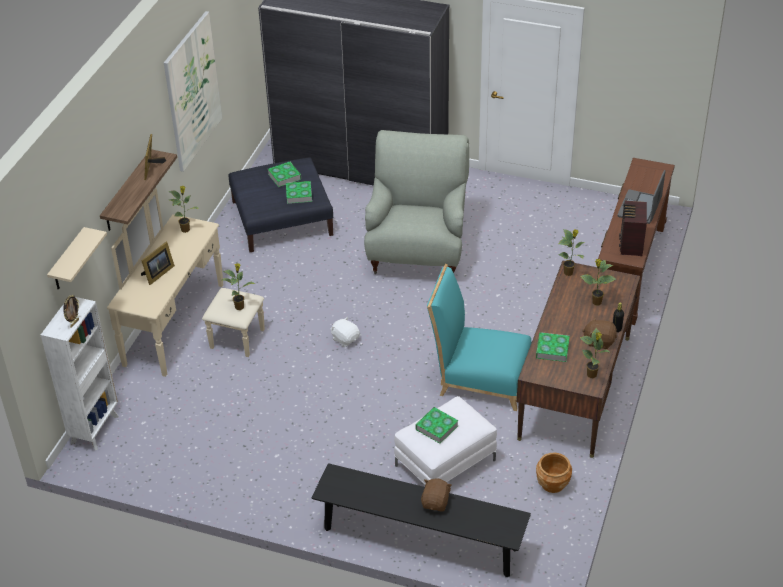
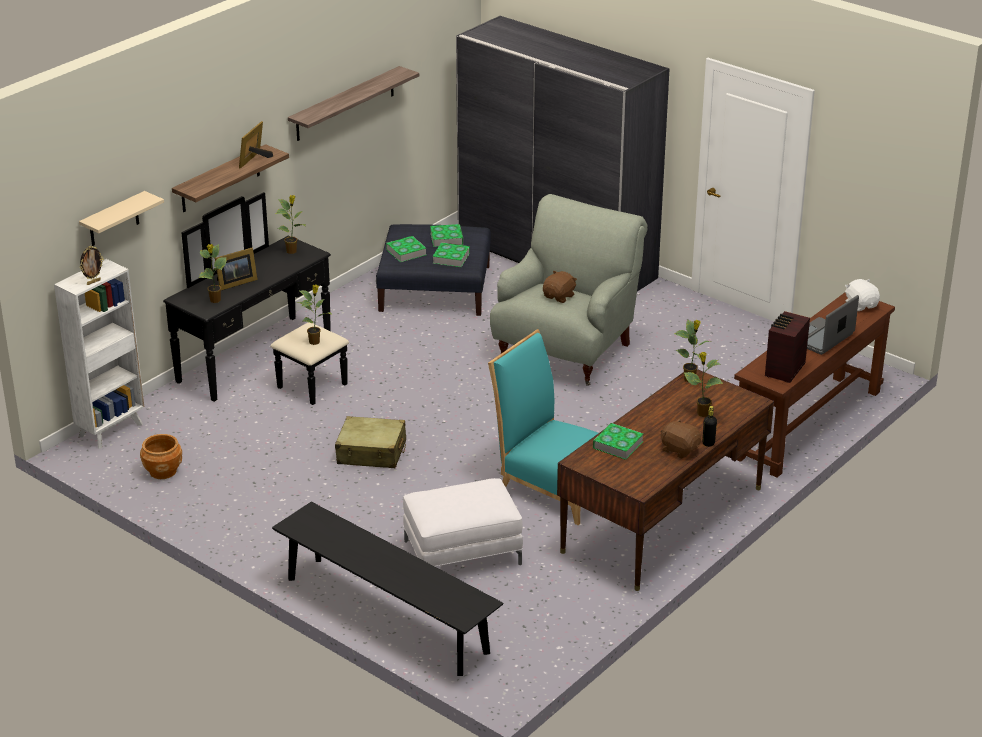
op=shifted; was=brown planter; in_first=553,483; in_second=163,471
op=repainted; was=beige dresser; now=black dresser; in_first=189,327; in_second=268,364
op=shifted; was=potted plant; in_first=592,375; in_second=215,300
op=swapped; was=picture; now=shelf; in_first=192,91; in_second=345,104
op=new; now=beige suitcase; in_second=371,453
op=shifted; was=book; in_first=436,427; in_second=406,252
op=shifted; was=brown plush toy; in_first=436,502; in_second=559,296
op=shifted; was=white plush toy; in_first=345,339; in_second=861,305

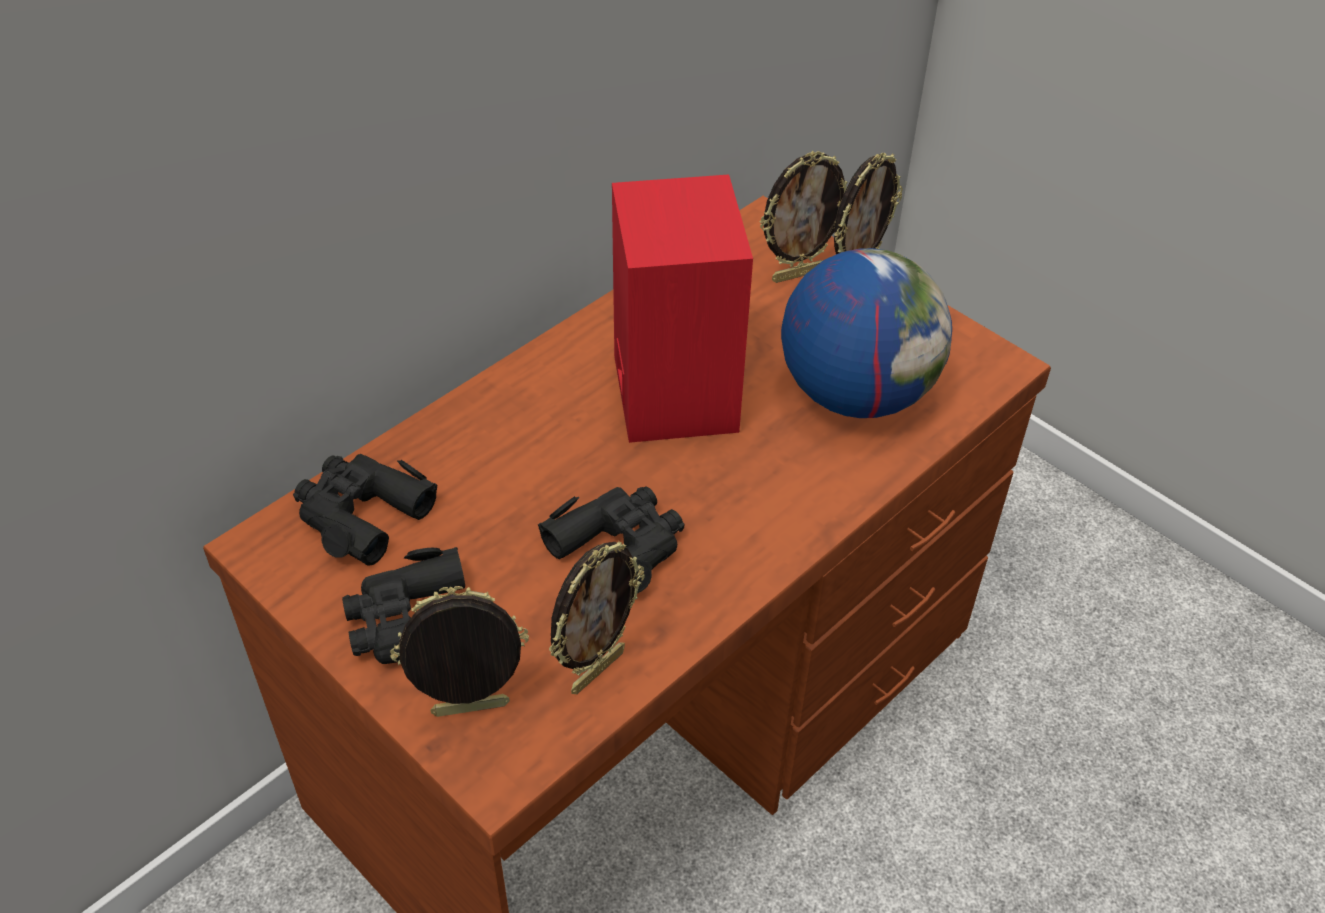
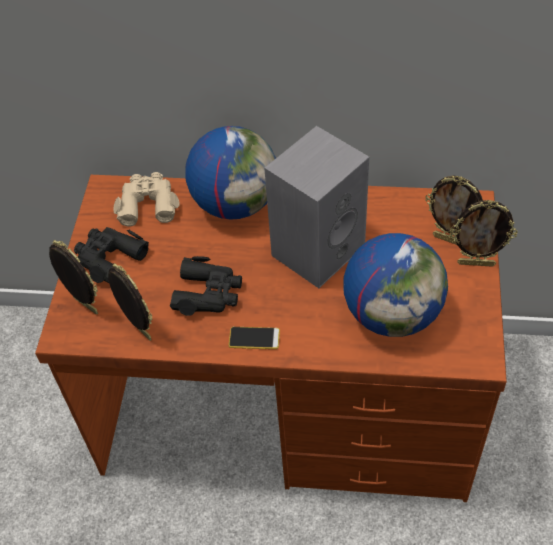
op=rotated; was=picture frame; in_first=596,670; in_second=138,330; clockwise=-135
op=repainted; was=black binoculars; now=beige binoculars; in_first=361,513; in_second=147,204
op=new; now=globe; in_second=235,203
op=new; now=phone; in_second=254,338
op=repainted; was=red speaker; now=grey speaker; in_first=671,391; in_second=318,248

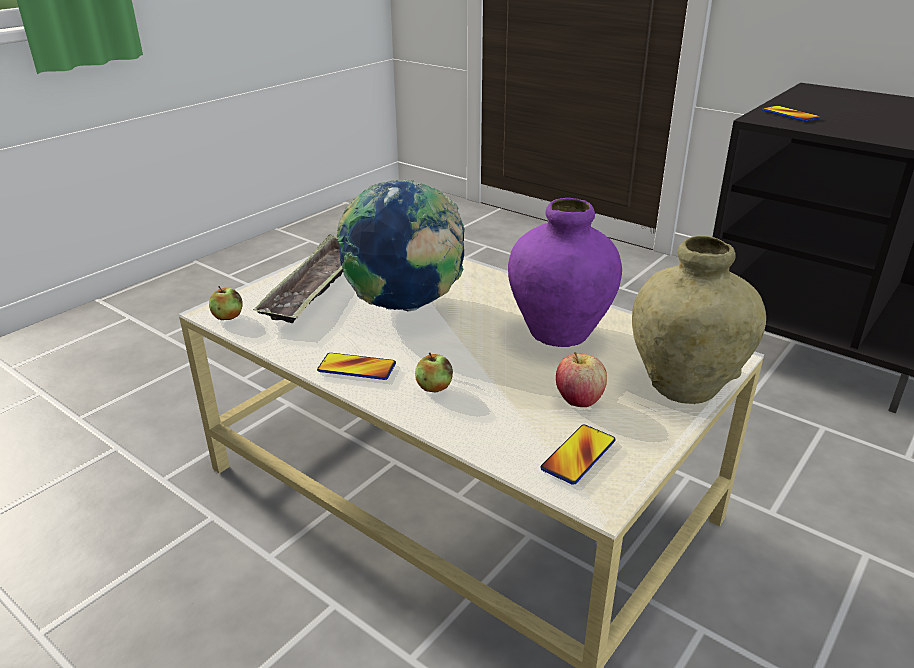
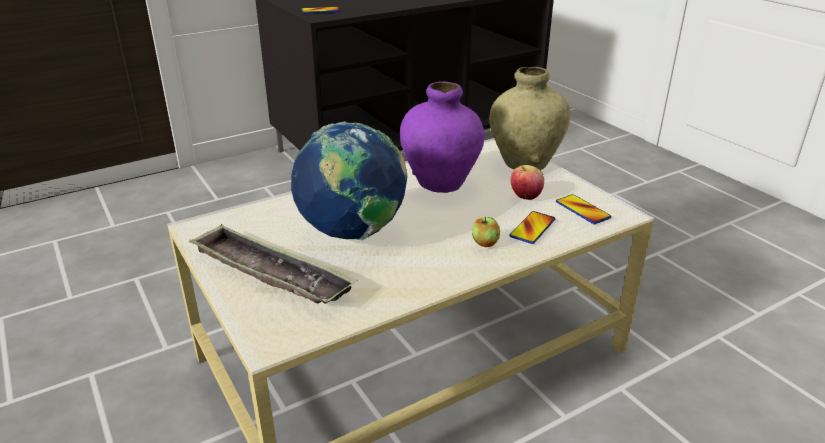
op=shifted; was=phone; in_first=357,368; in_second=532,228
op=gone; was=apple; in_first=228,316

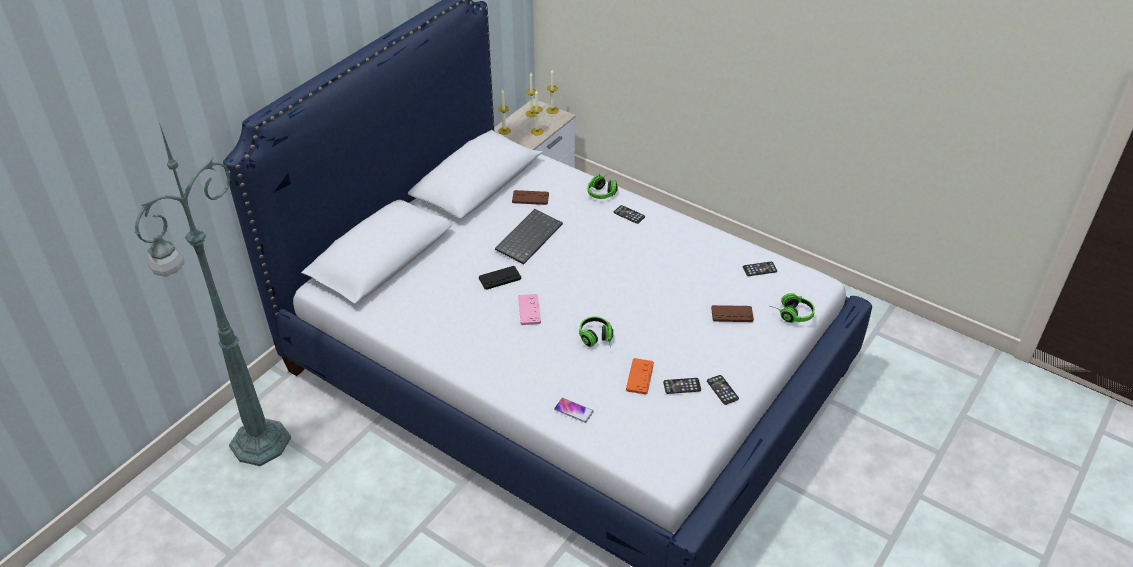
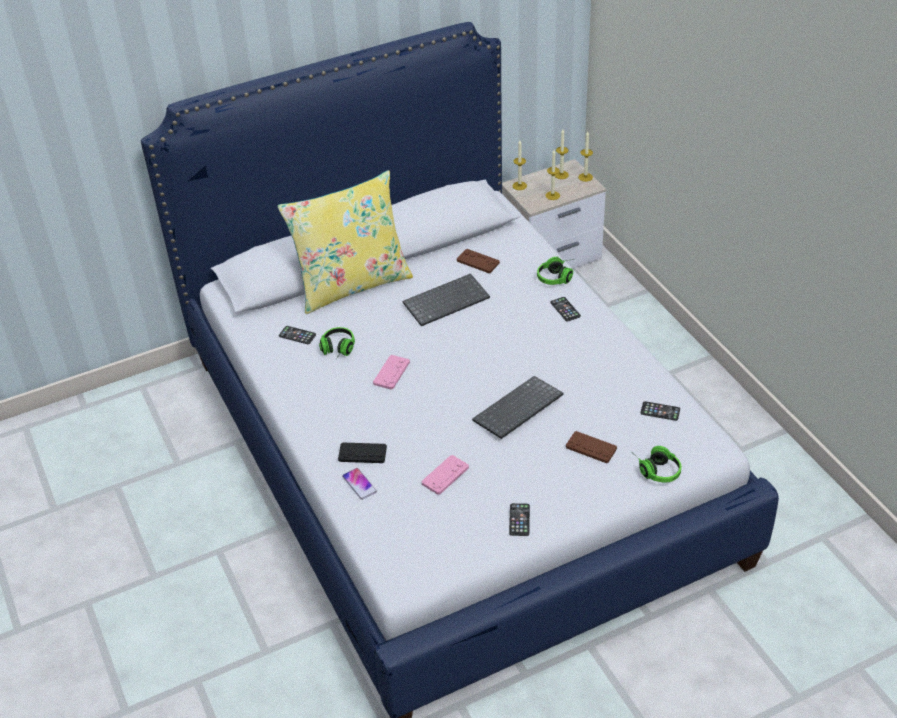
op=new; now=yellow pillow; in_second=352,284
op=shifted; was=phone; in_first=682,386; in_second=297,335
op=shifted; was=headphones; in_first=597,340; in_second=337,351
op=shifted; was=black game controller; in_first=500,278; in_second=362,453
op=repainted; was=orange game controller; now=pink game controller; in_first=639,377; in_second=445,475
op=new; now=keyboard; in_second=518,410
op=gone; was=green floor lamp; in_first=257,444

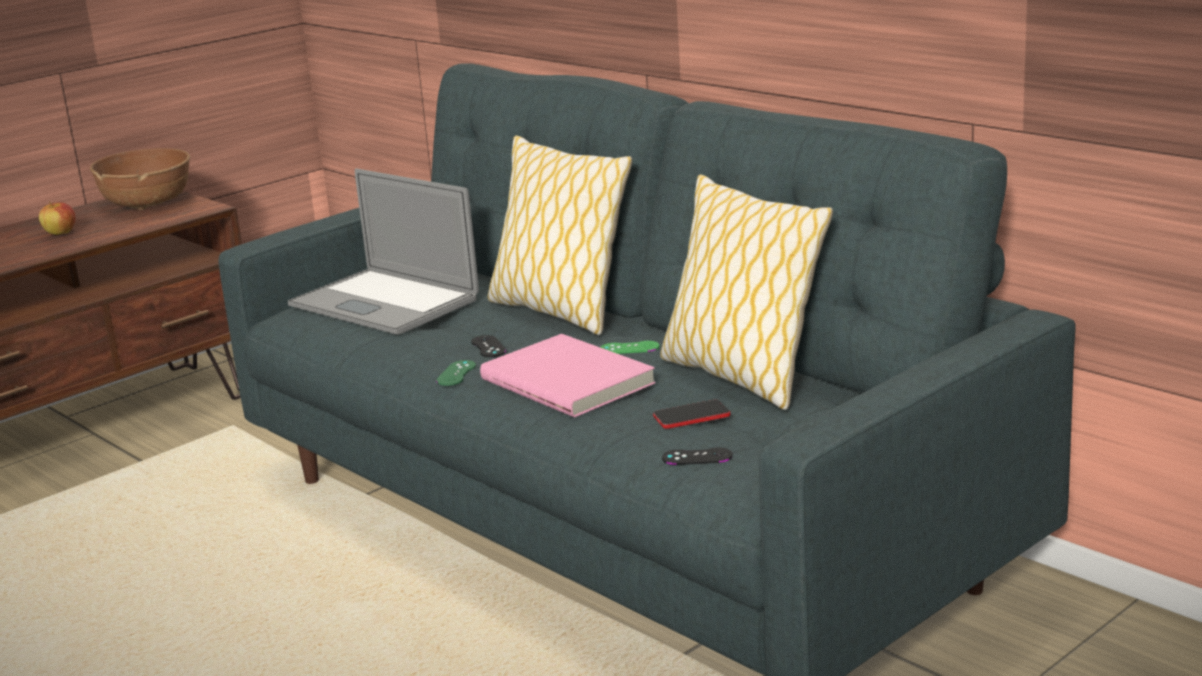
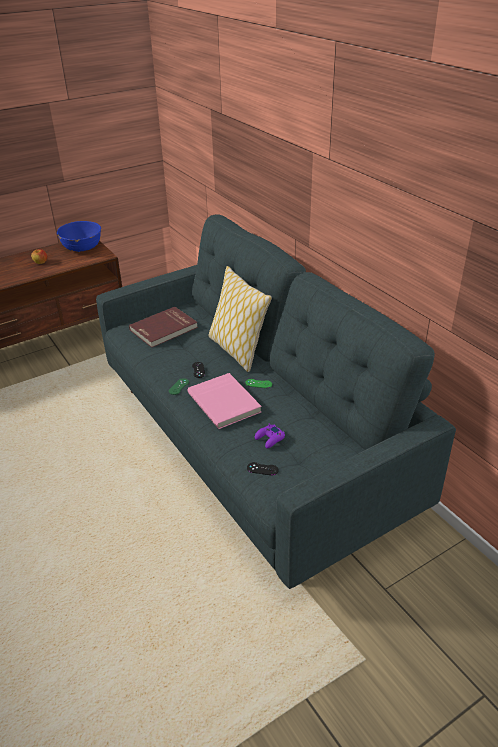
op=repainted; was=brown bowl; now=blue bowl; in_first=148,204; in_second=82,248
op=swapped; was=laptop; now=red book; in_first=384,302; in_second=164,329
op=swapped; was=phone; now=purple game controller; in_first=691,416; in_second=269,439
op=gone; was=pillow; in_first=741,376

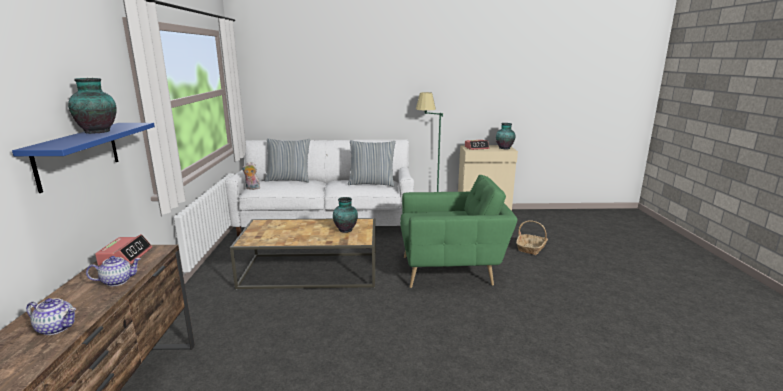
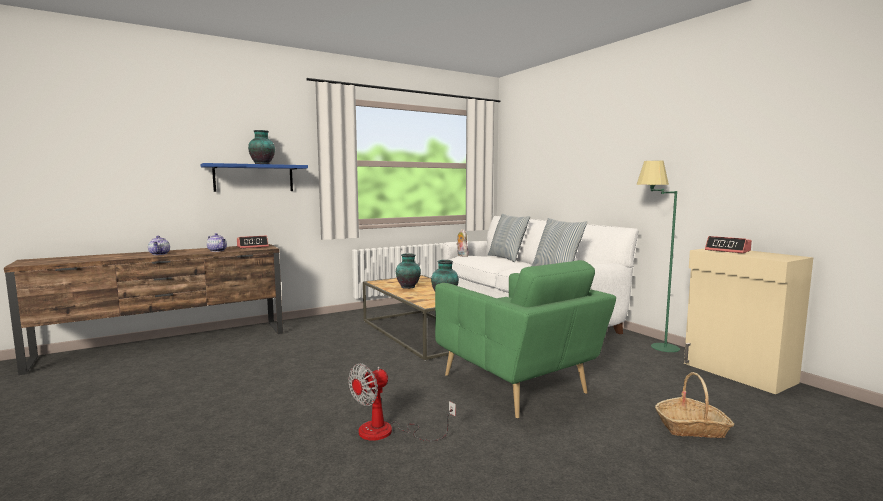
op=new; now=fan; in_second=388,432
op=shifted; was=vase; in_first=504,148; in_second=408,287

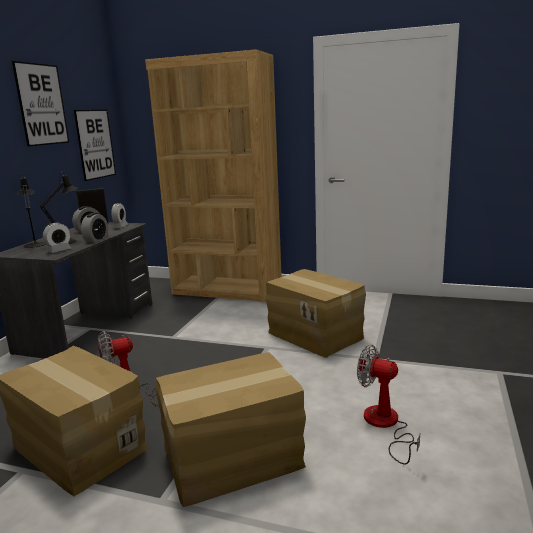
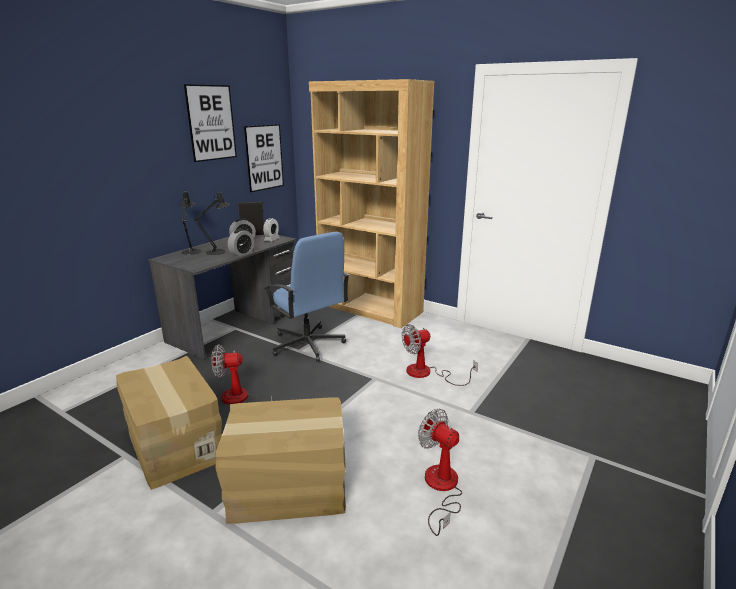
op=new; now=blue office chair; in_second=307,344
op=swapped; was=cardboard box; now=fan; in_first=315,335; in_second=427,373
op=gone; was=alarm clock; in_first=59,250

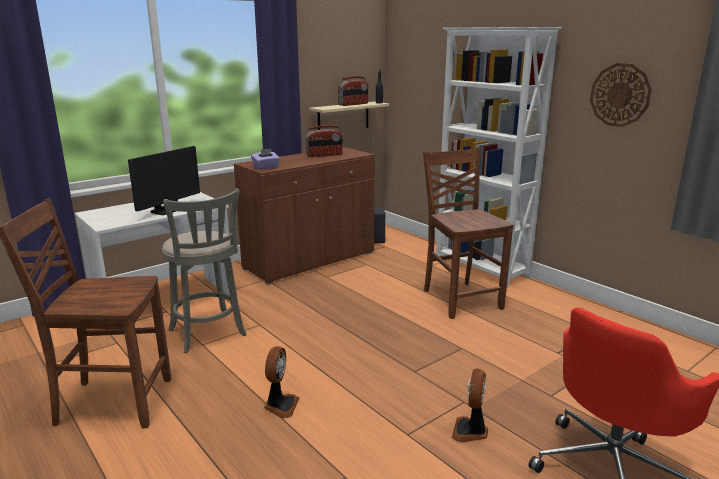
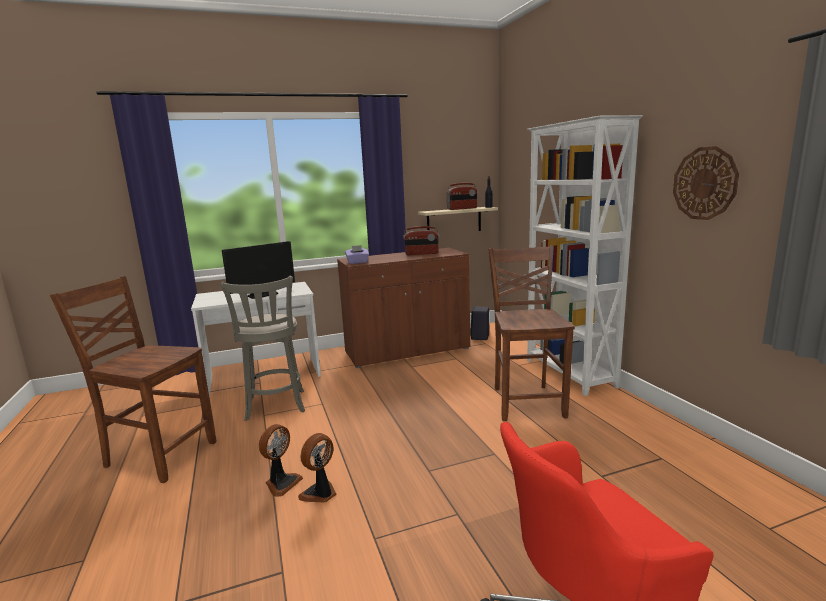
op=shifted; was=fan; in_first=470,431; in_second=320,493

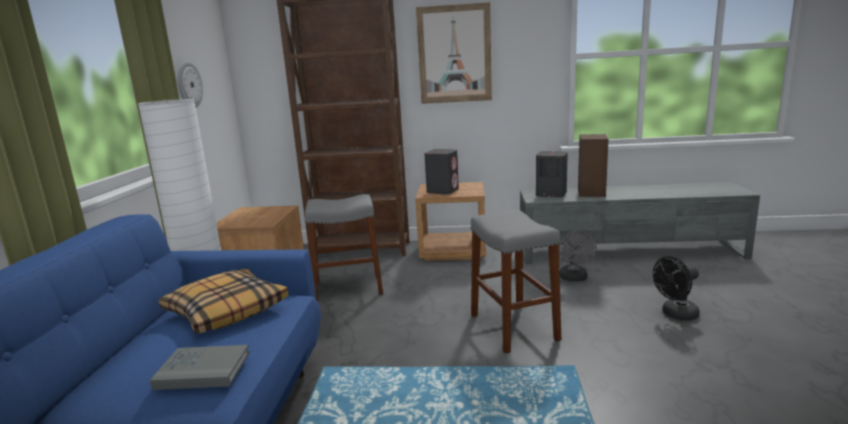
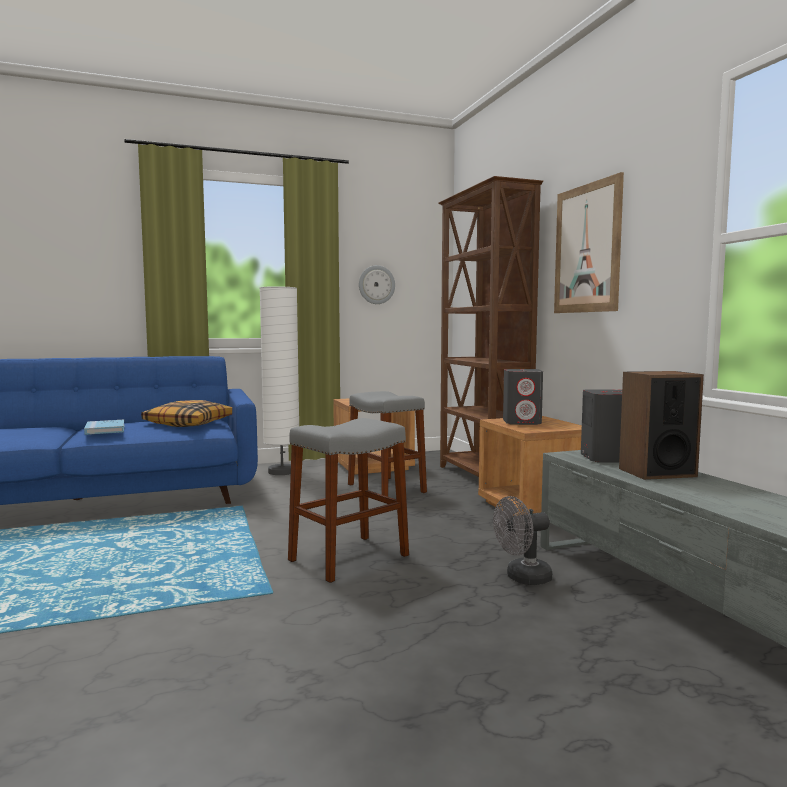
op=repainted; was=grey book; now=blue book; in_first=203,370; in_second=105,429
op=gone; was=black fan; in_first=676,315

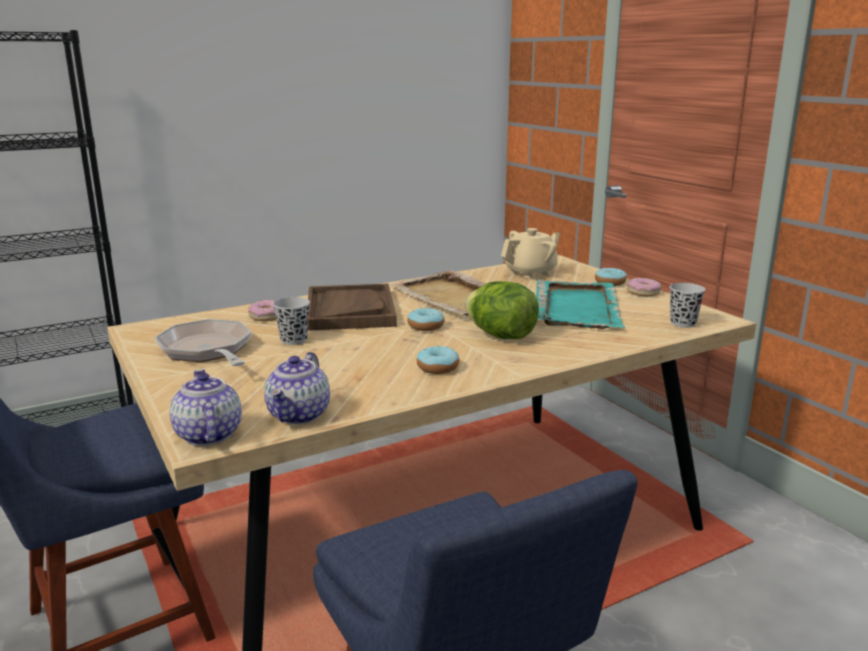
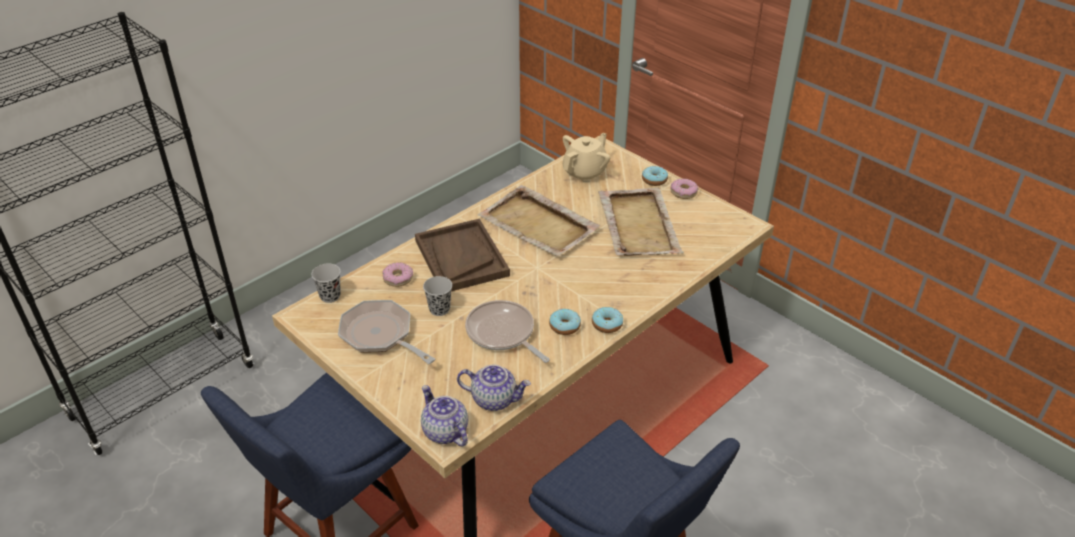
op=shifted; was=black cup; in_first=683,323; in_second=330,296
op=rotated; was=teapot; in_first=299,415; in_second=494,399; clockwise=-75
op=new; now=frying pan; in_second=502,333
op=shifted; was=donut; in_first=426,326; in_second=607,324
op=repainted; was=turquoise tray; now=beige tray; in_first=576,307; in_second=638,224
op=gone; was=lettuce; in_first=501,336

